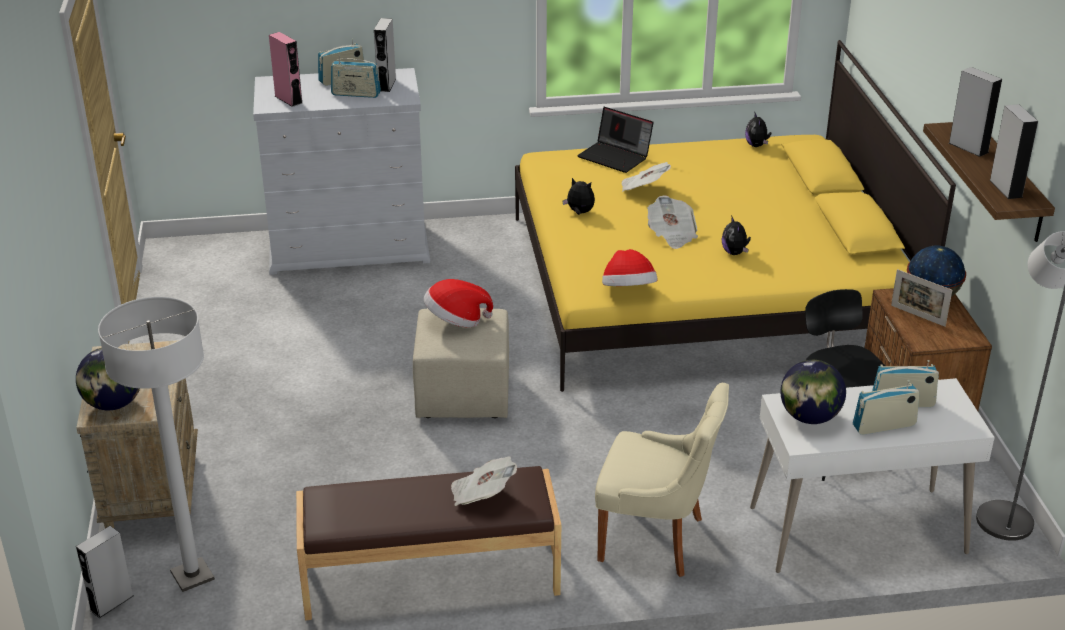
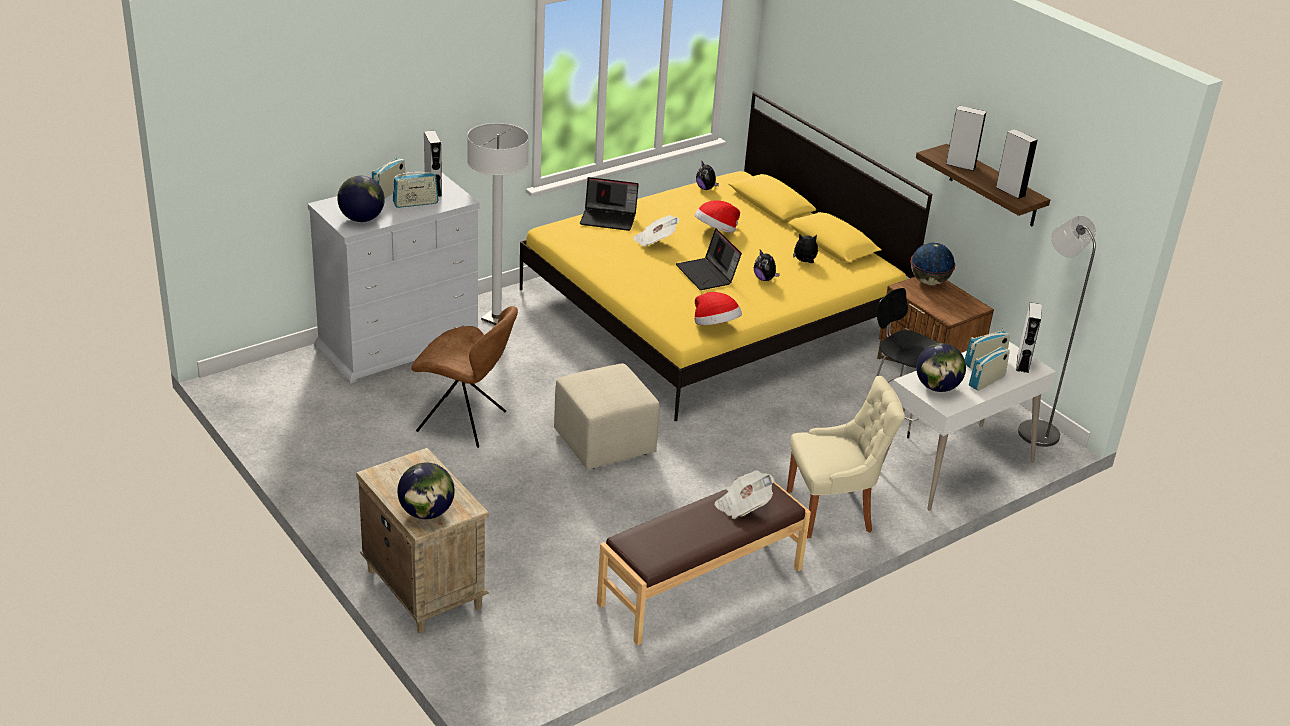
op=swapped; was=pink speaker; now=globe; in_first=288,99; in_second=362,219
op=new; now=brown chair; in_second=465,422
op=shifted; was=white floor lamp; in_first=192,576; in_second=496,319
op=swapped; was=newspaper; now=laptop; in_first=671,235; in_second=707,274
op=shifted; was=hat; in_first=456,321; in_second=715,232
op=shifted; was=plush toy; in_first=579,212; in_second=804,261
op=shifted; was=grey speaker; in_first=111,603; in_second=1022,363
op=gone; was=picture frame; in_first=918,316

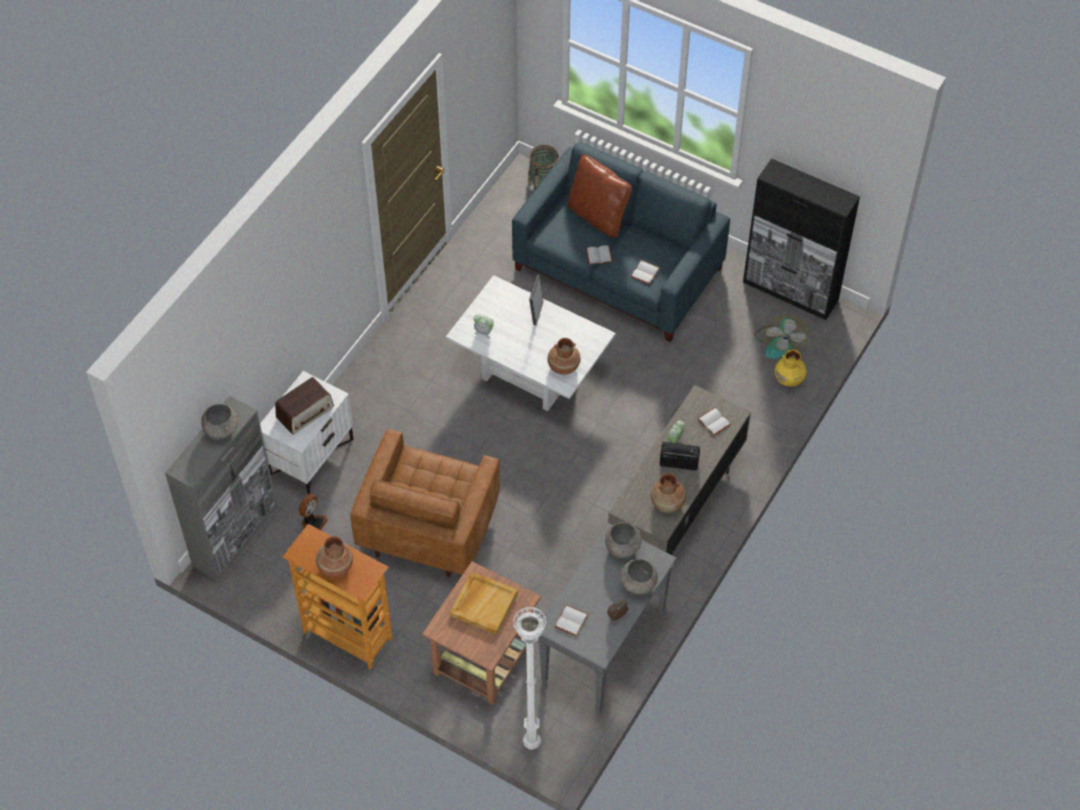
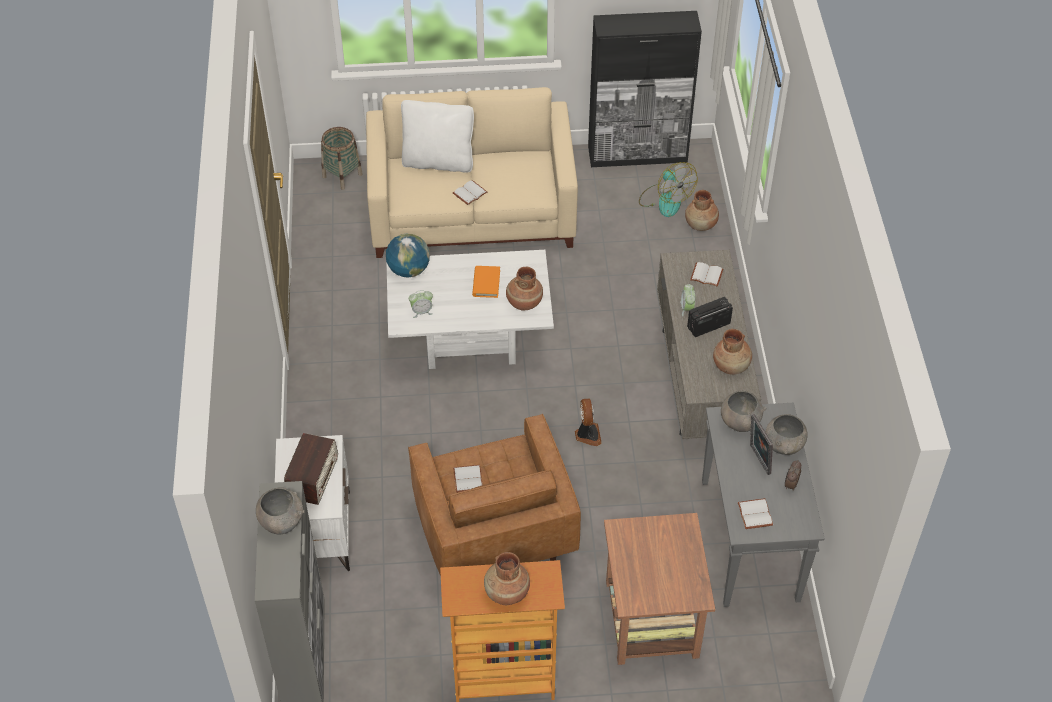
op=repainted; was=blue sofa; now=beige sofa; in_first=618,269; in_second=472,211
op=new; now=globe; in_second=408,270
op=repainted; was=brown pillow; now=white pillow; in_first=598,216; in_second=438,161
op=shifted; was=white book; in_first=644,272; in_second=467,479
op=new; now=orange book; in_second=486,283
op=shifted; was=fan; in_first=312,523; in_second=587,435
op=repainted; was=yellow vase; now=brown vase; in_first=789,379; in_second=701,224
op=shifted; was=picture frame; in_first=536,312; in_second=758,460
op=gone; was=beige tray; in_first=483,603
op=gone; was=white floor lamp; in_first=530,744

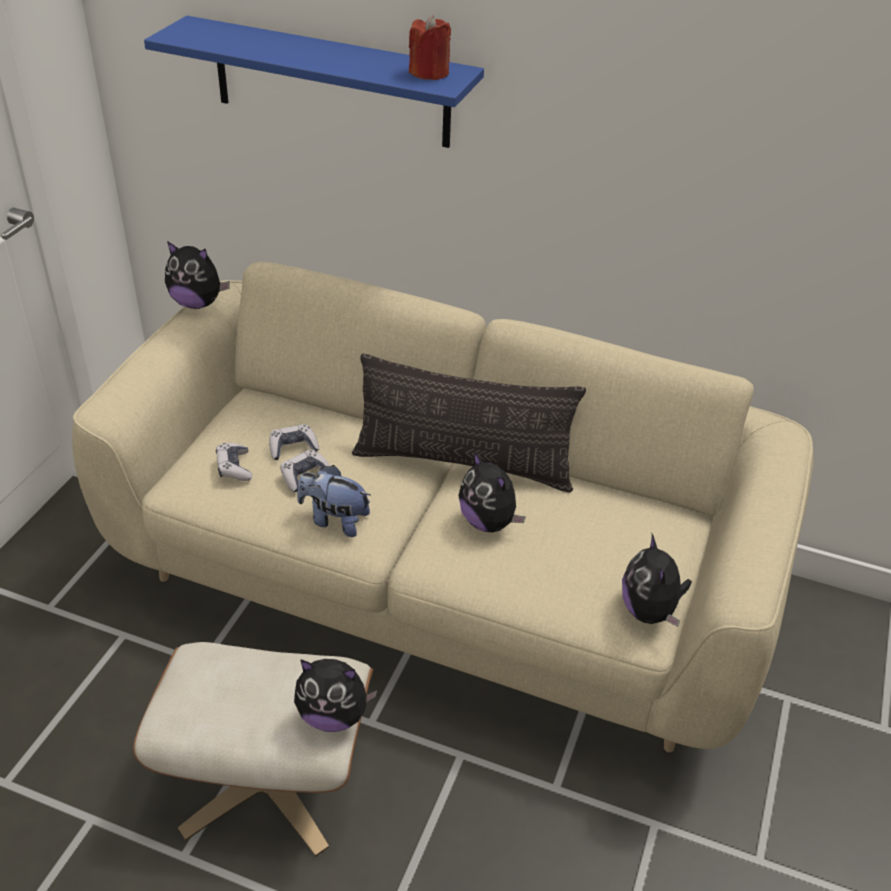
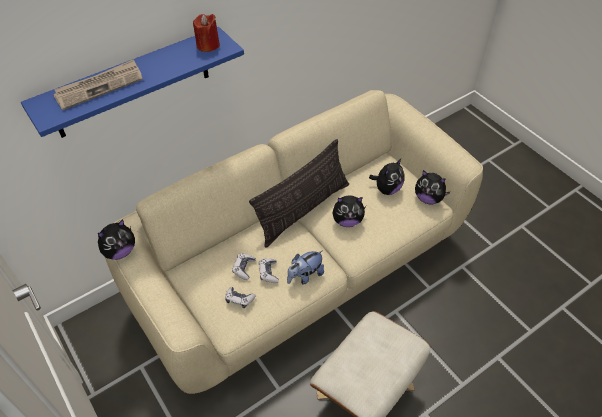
op=new; now=newspaper; in_second=99,86
op=shifted; was=plush toy; in_first=333,715; in_second=387,189

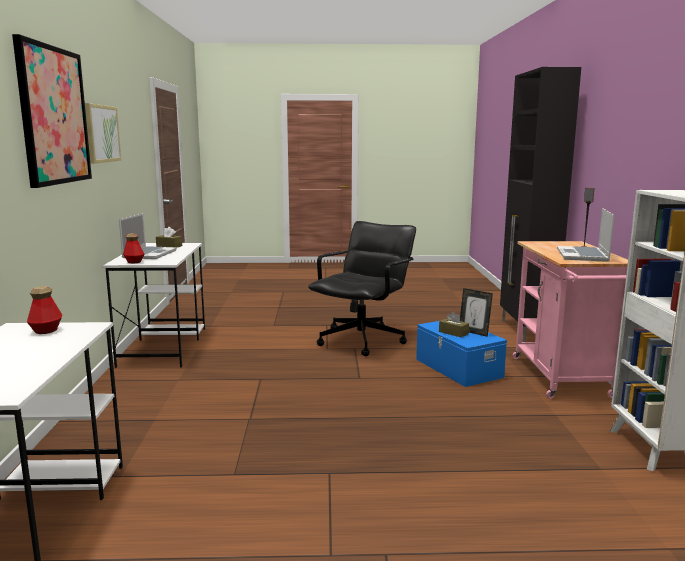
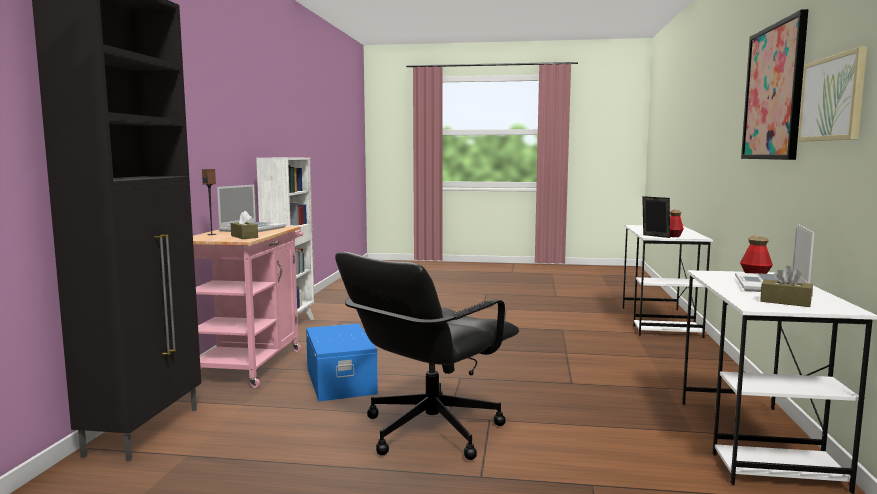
op=shifted; was=brown tissue box; in_first=453,333; in_second=244,236
op=shifted; was=picture frame; in_first=474,332; in_second=655,236

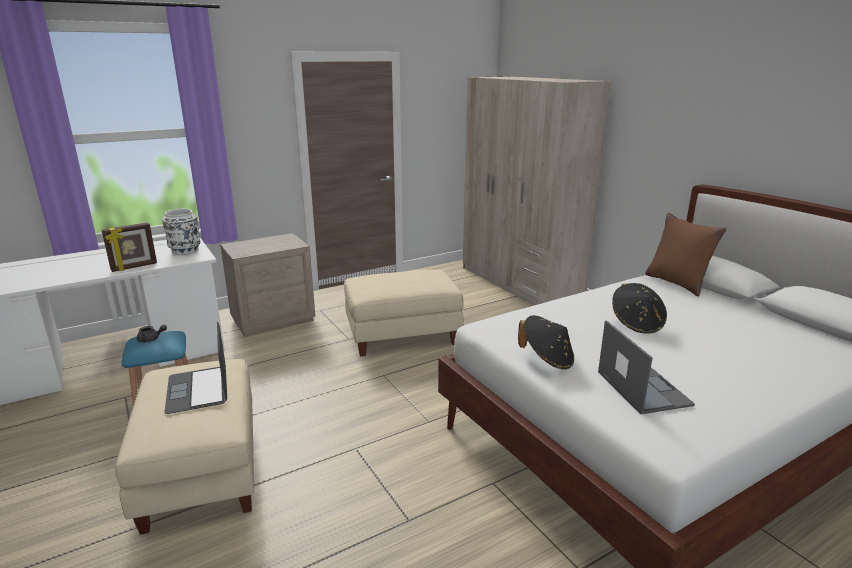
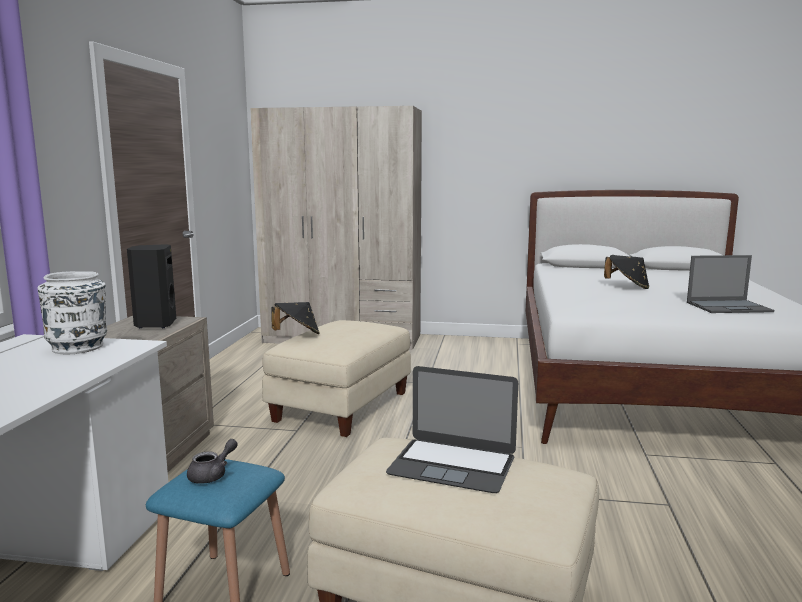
op=new; now=black speaker; in_second=155,324
op=shifted; was=black hat; in_first=547,359; in_second=297,335
op=rotated; was=laptop; in_first=642,387; in_second=729,307; clockwise=150
op=gone; was=picture frame; in_first=134,267
op=gone; was=brown pillow; in_first=676,283

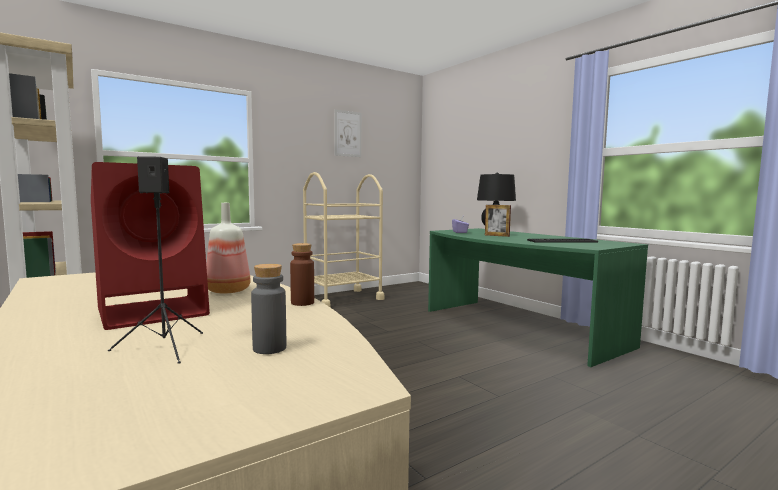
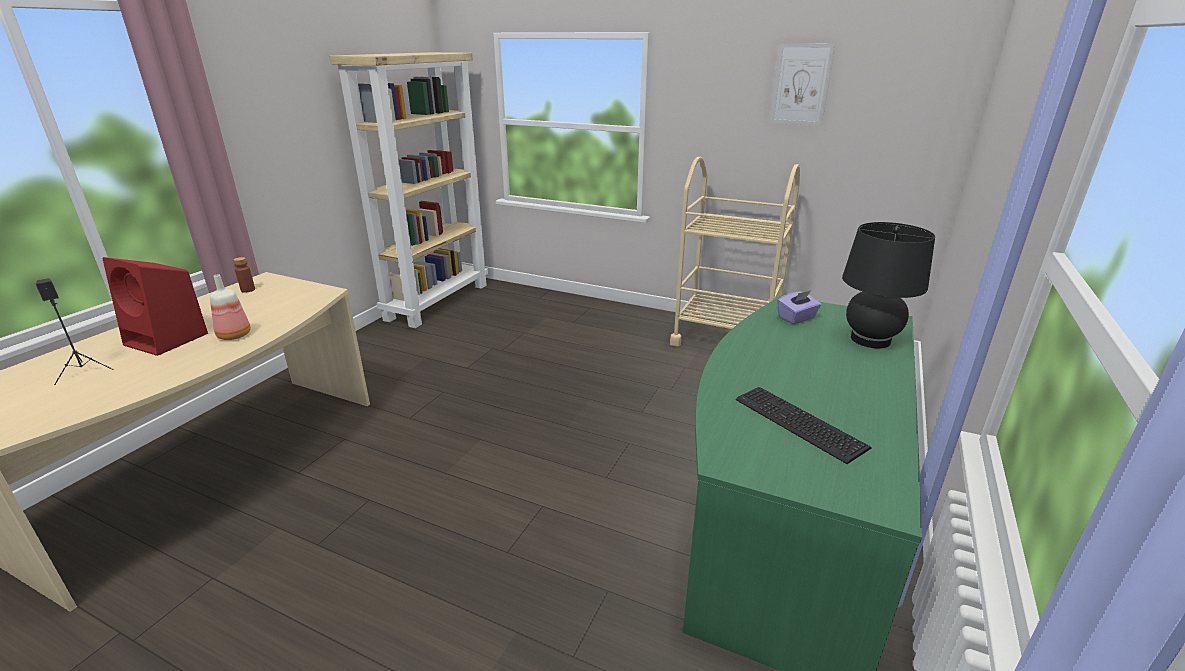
op=shifted; was=brown bottle; in_first=302,303; in_second=248,290
op=gone; was=grey bottle; in_first=269,348
op=gone; was=picture frame; in_first=497,235

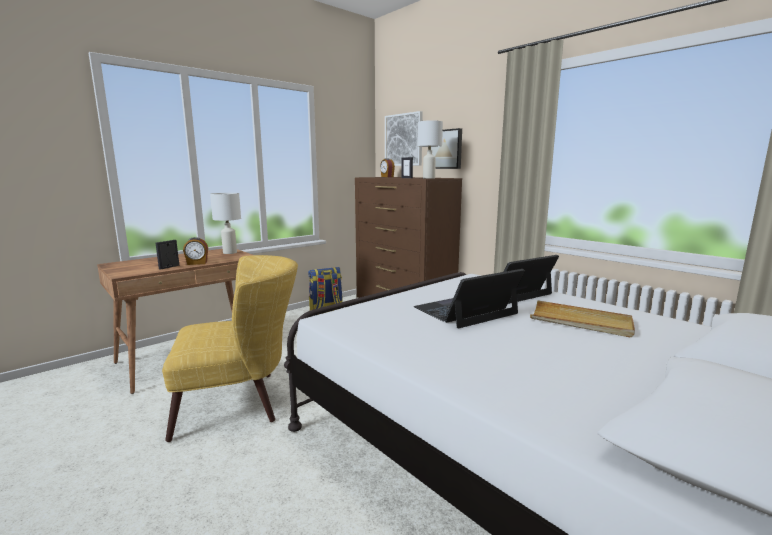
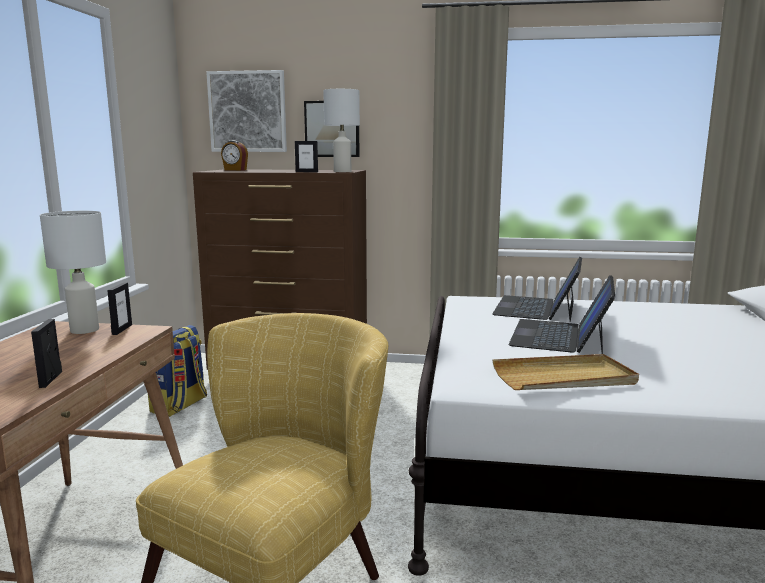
op=new; now=picture frame; in_second=122,329
op=shifted; was=beige tray; in_first=580,322; in_second=564,378
op=gone; was=alarm clock; in_first=197,263

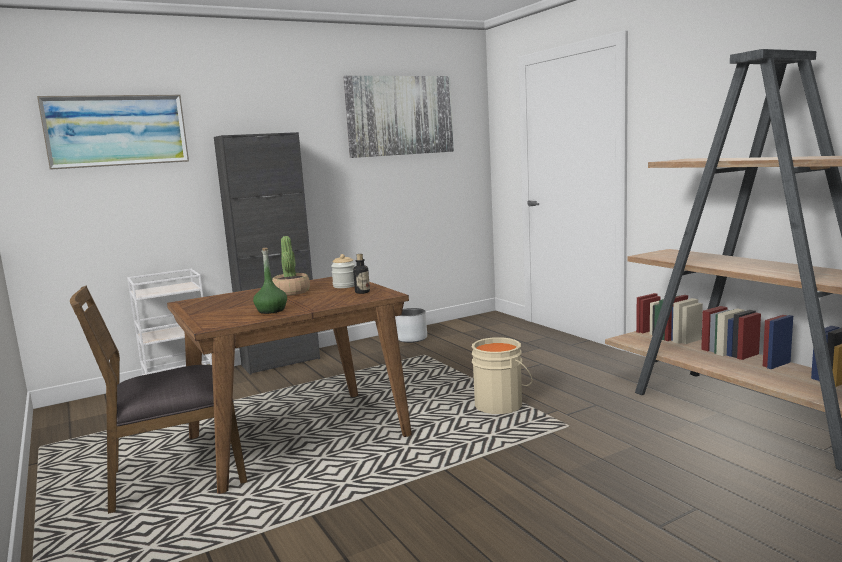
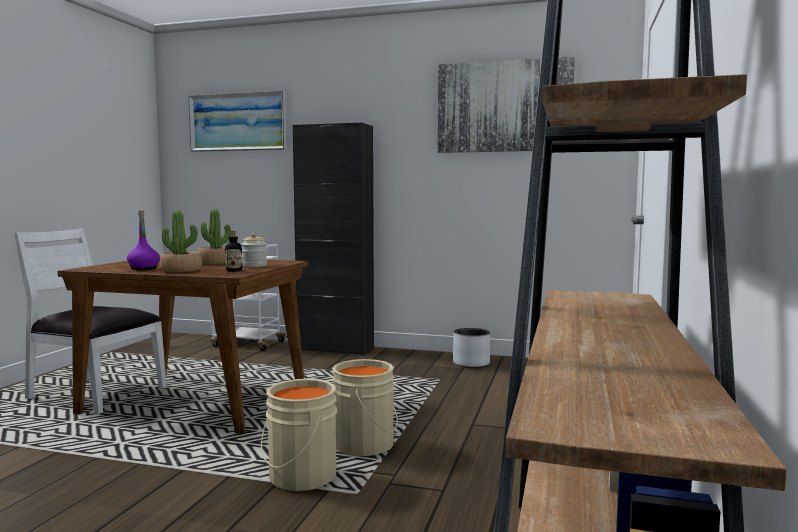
op=repainted; was=brown chair; now=white chair; in_first=176,476; in_second=94,394
op=repainted; was=green bottle; now=purple bottle; in_first=271,310; in_second=144,268
op=new; now=potted plant; in_second=181,270
op=new; now=beige bucket; in_second=299,476

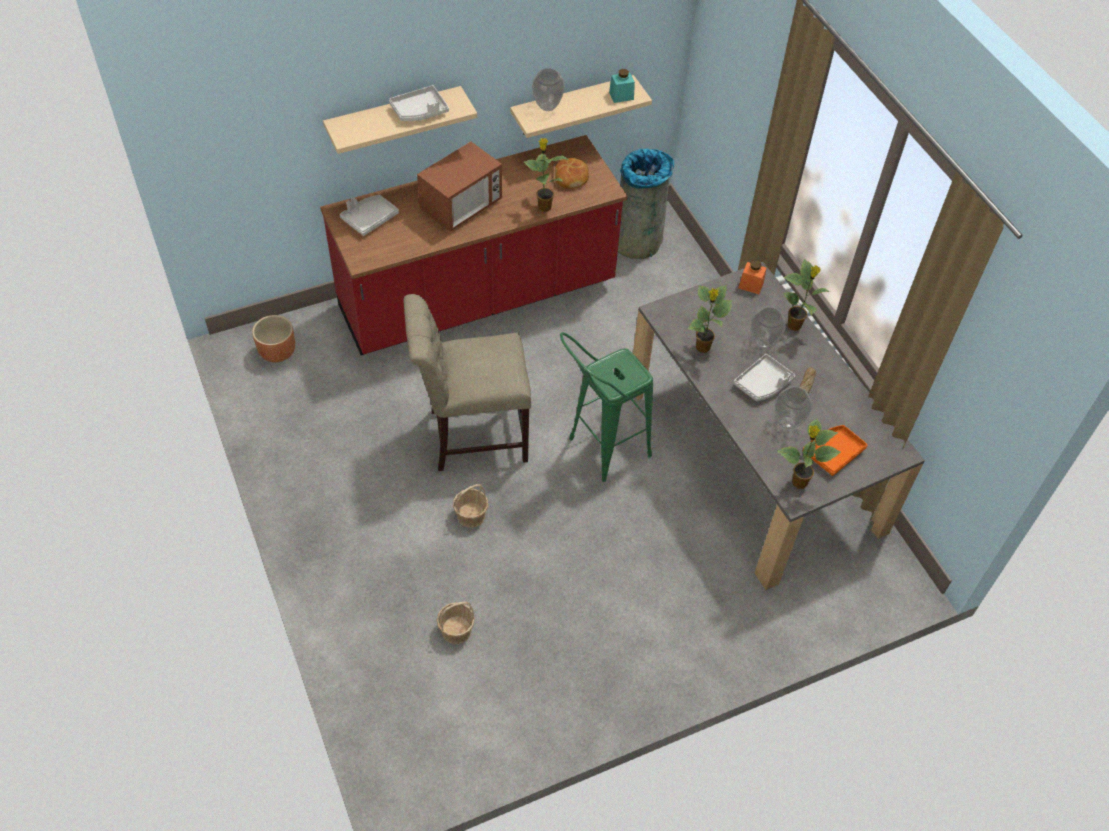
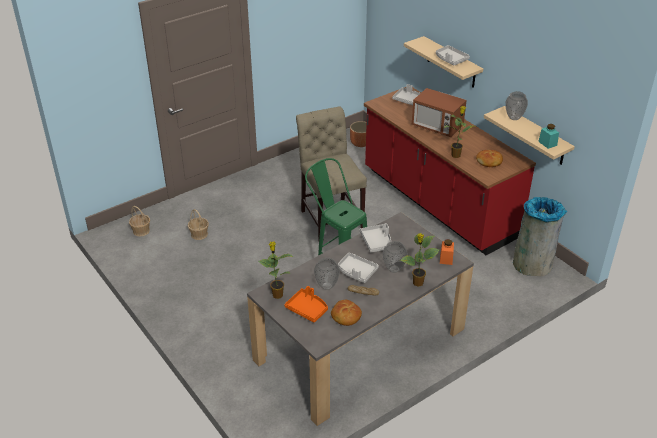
op=shifted; was=basket; in_first=471,515; in_second=141,231
op=new; now=bread; in_second=345,316
op=swapped; was=potted plant; now=grey tray; in_first=702,348; in_second=376,242

